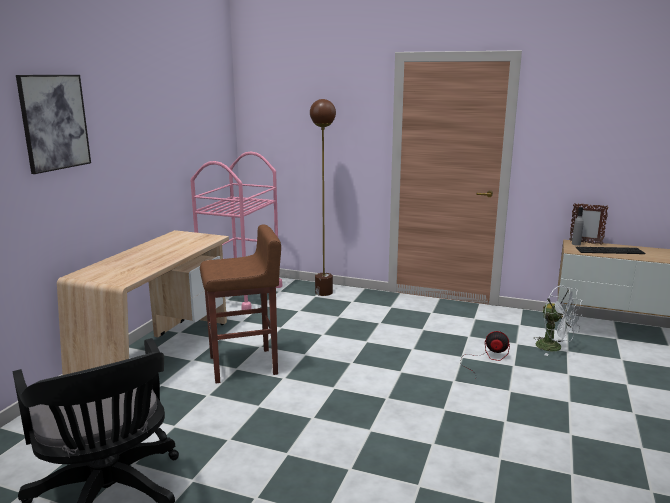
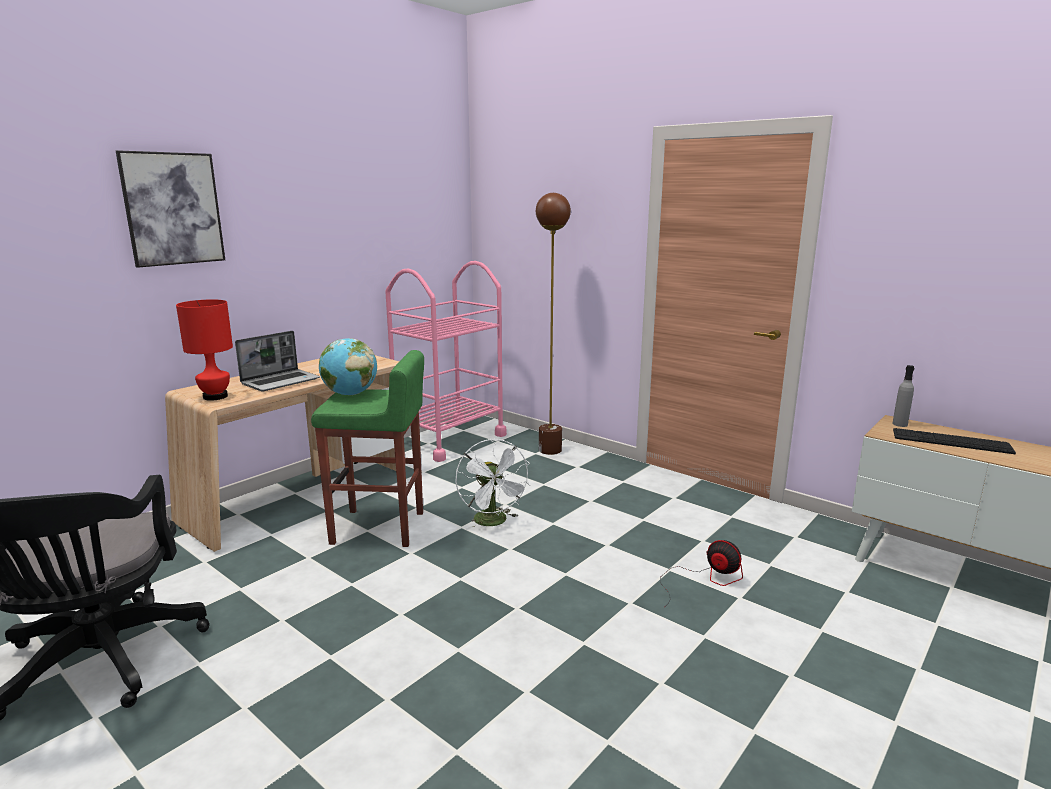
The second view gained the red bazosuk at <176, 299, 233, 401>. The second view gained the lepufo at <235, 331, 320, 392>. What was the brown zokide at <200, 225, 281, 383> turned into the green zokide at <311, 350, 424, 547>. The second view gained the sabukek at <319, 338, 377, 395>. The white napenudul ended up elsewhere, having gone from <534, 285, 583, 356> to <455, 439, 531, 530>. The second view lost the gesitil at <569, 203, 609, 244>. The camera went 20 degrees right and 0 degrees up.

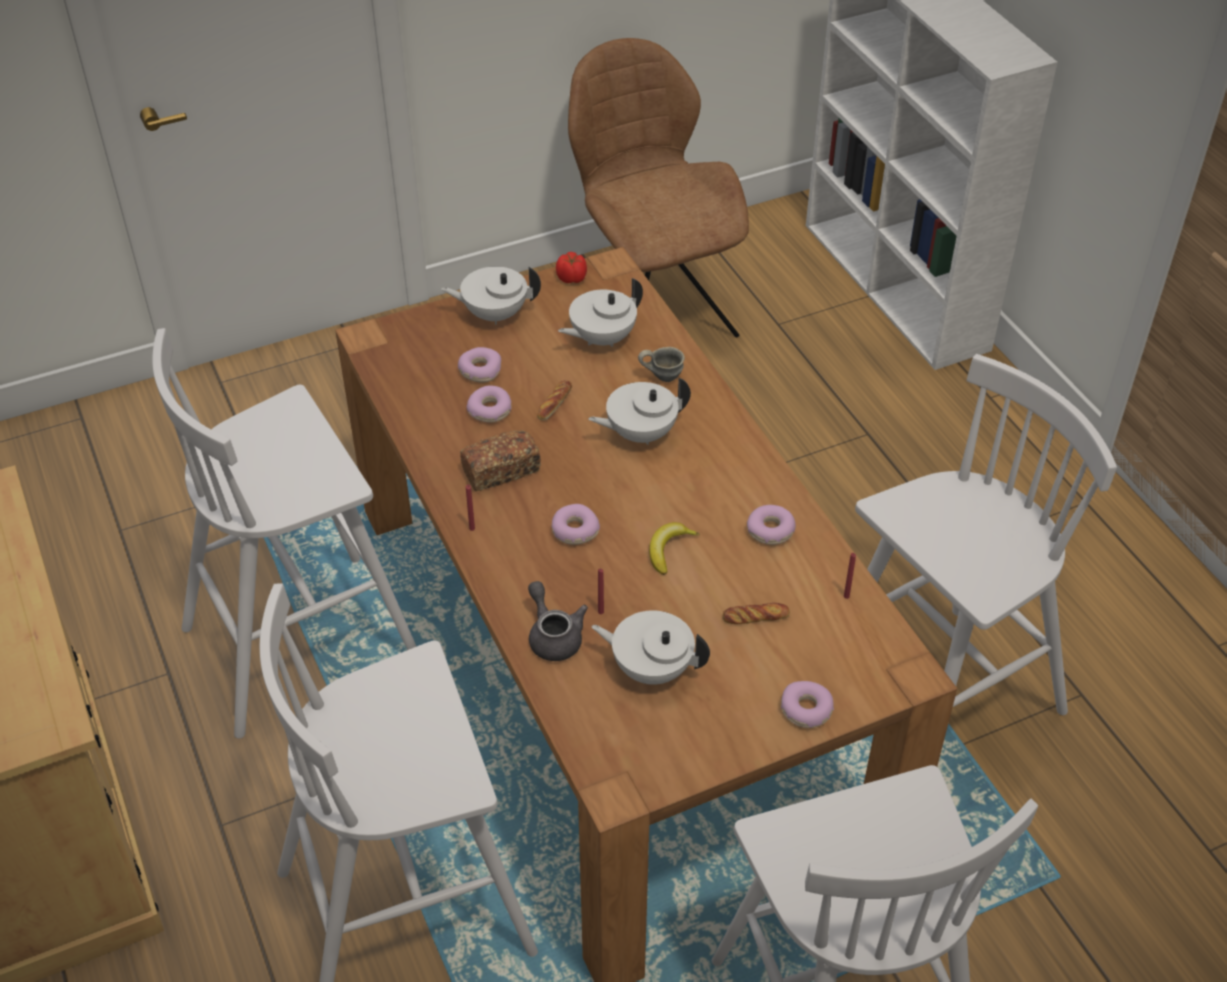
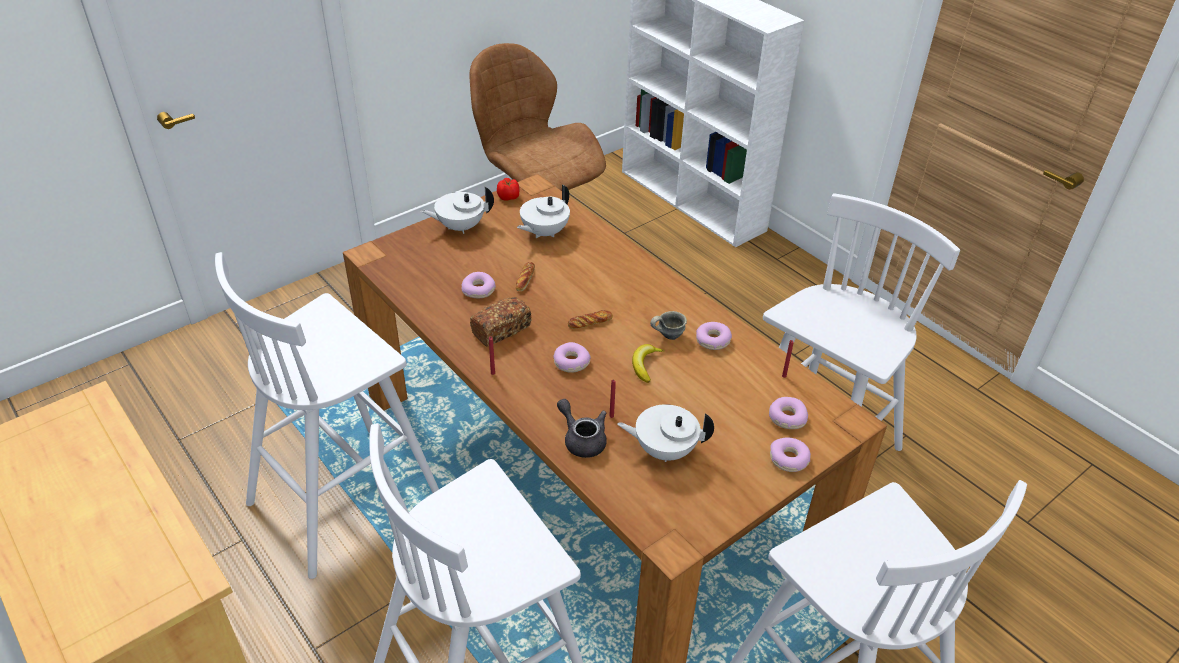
The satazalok ended up elsewhere, having gone from <723, 603, 790, 624> to <568, 310, 613, 329>. The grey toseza ended up elsewhere, having gone from <638, 347, 685, 382> to <650, 311, 687, 340>. The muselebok ended up elsewhere, having gone from <458, 347, 501, 383> to <769, 397, 808, 429>. The second view lost the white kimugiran at <588, 378, 691, 445>. The camera went 15 degrees left and 5 degrees down.

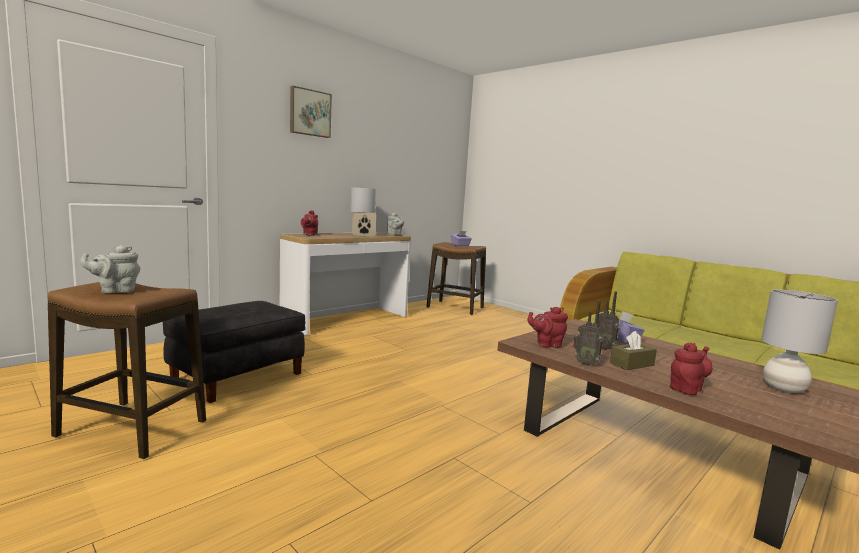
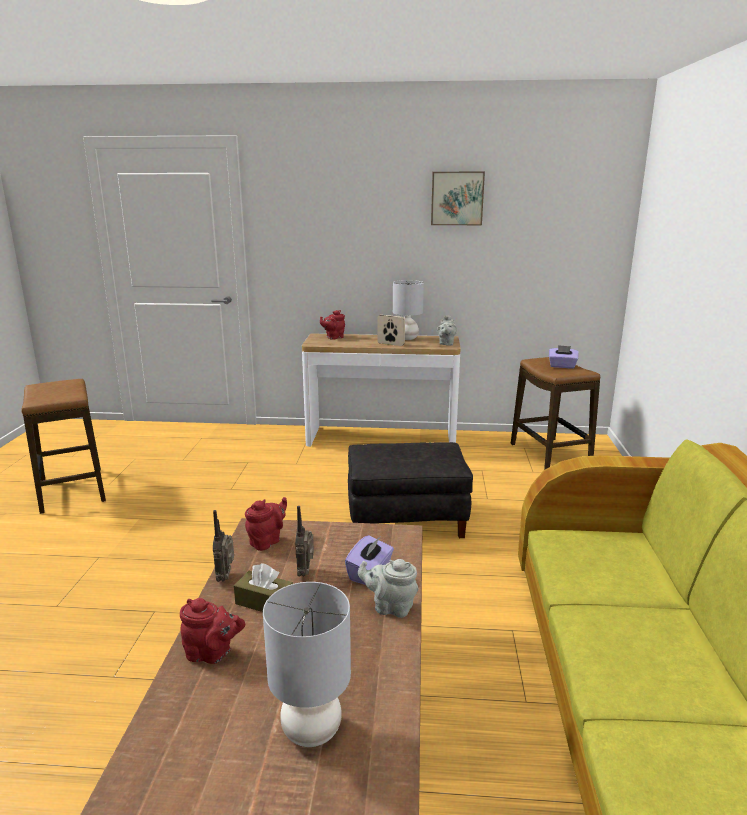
The red kimugiran at <528, 307, 568, 348> ended up facing another way, 90 degrees clockwise from before. The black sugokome ended up elsewhere, having gone from <163, 301, 305, 403> to <348, 442, 473, 538>. The grey kimugiran ended up elsewhere, having gone from <80, 245, 140, 293> to <358, 559, 419, 618>. The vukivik ended up elsewhere, having gone from <290, 86, 332, 138> to <431, 172, 485, 225>. The camera went 50 degrees right and 10 degrees up.

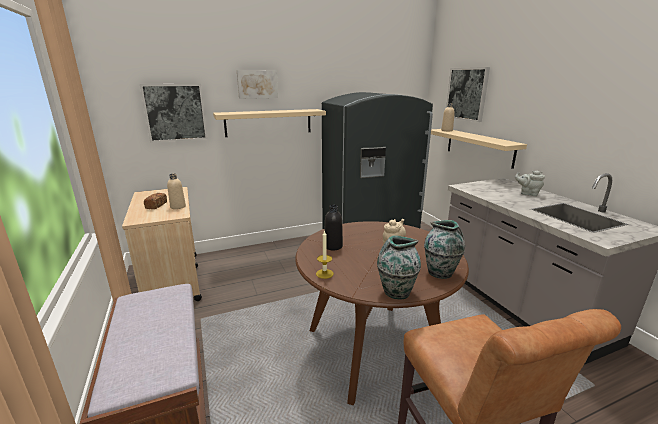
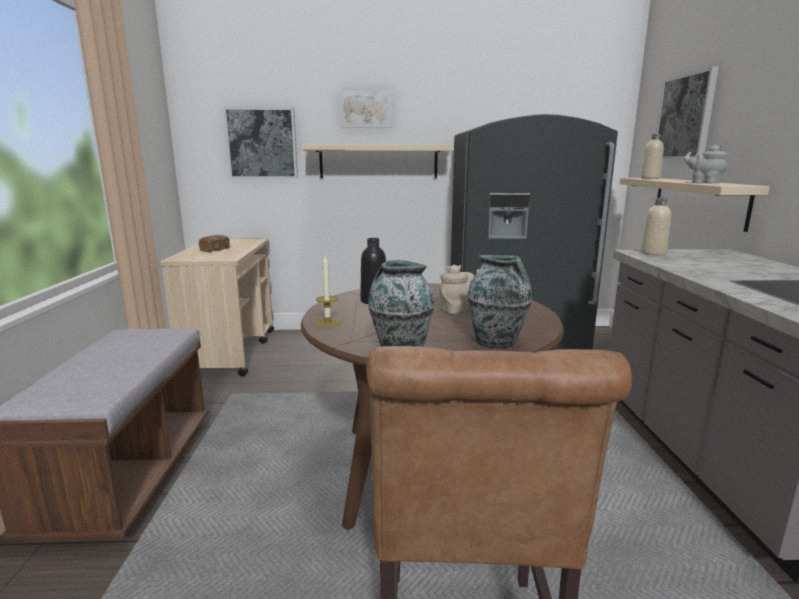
The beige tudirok ended up elsewhere, having gone from <167, 174, 186, 209> to <641, 198, 671, 255>. The grey kimugiran ended up elsewhere, having gone from <515, 171, 545, 196> to <684, 145, 727, 183>. The camera went 20 degrees right and 5 degrees down.

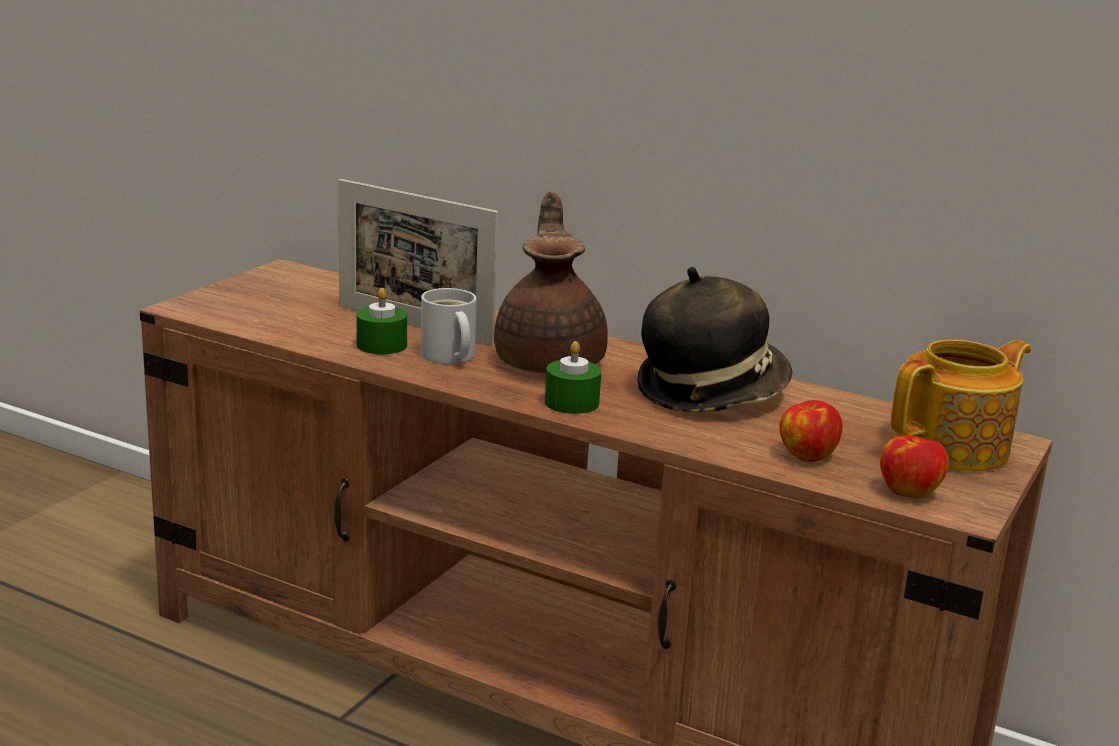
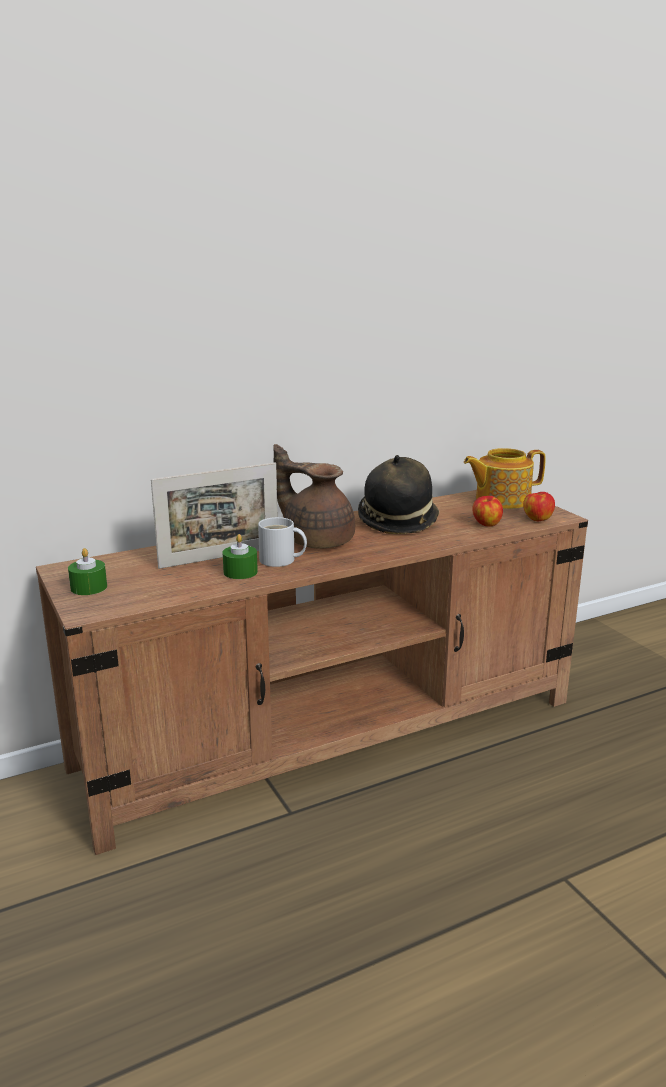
The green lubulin ended up elsewhere, having gone from <545, 341, 601, 414> to <68, 548, 107, 595>. The kimugiran at <891, 339, 1031, 472> ended up facing another way, 105 degrees counterclockwise from before. The camera went 55 degrees left and 0 degrees up.

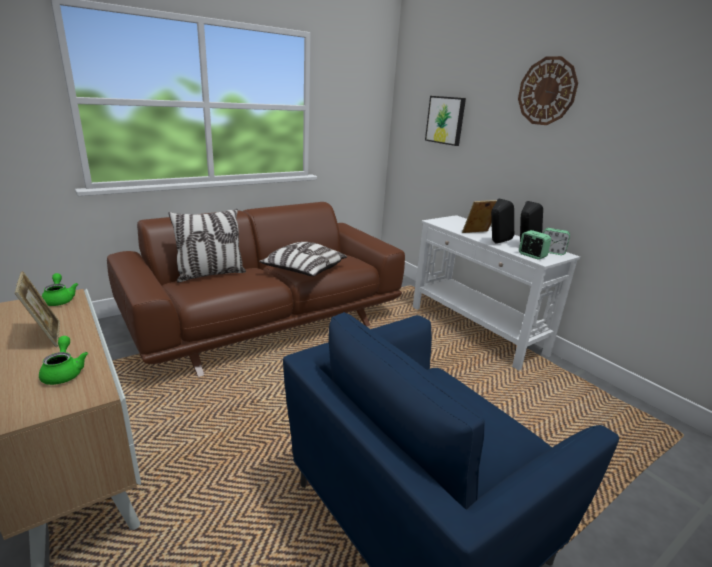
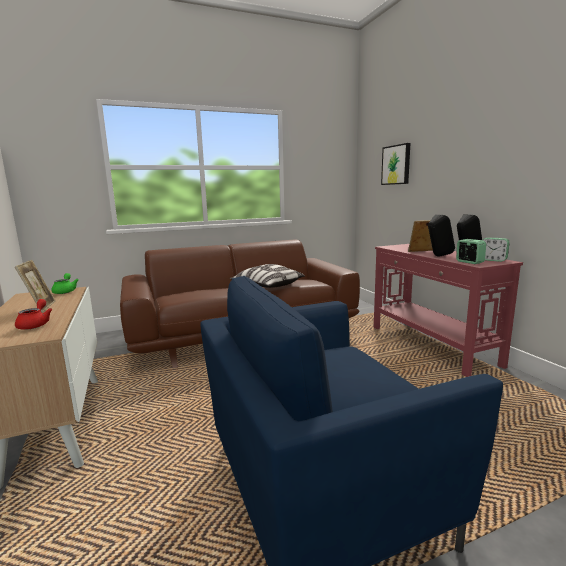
What was the green kimugiran at <39, 336, 88, 385> turned into the red kimugiran at <15, 299, 53, 329>. What was the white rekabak at <413, 215, 580, 370> turned into the red rekabak at <374, 244, 523, 377>. The second view lost the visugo at <168, 209, 246, 283>. The second view lost the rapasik at <518, 56, 578, 125>. The camera went 15 degrees right and 10 degrees down.

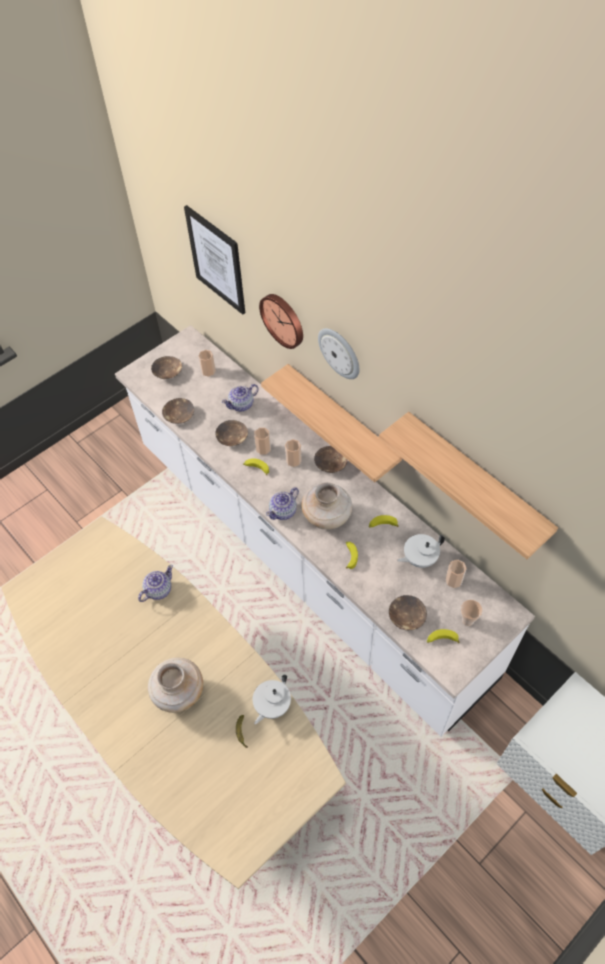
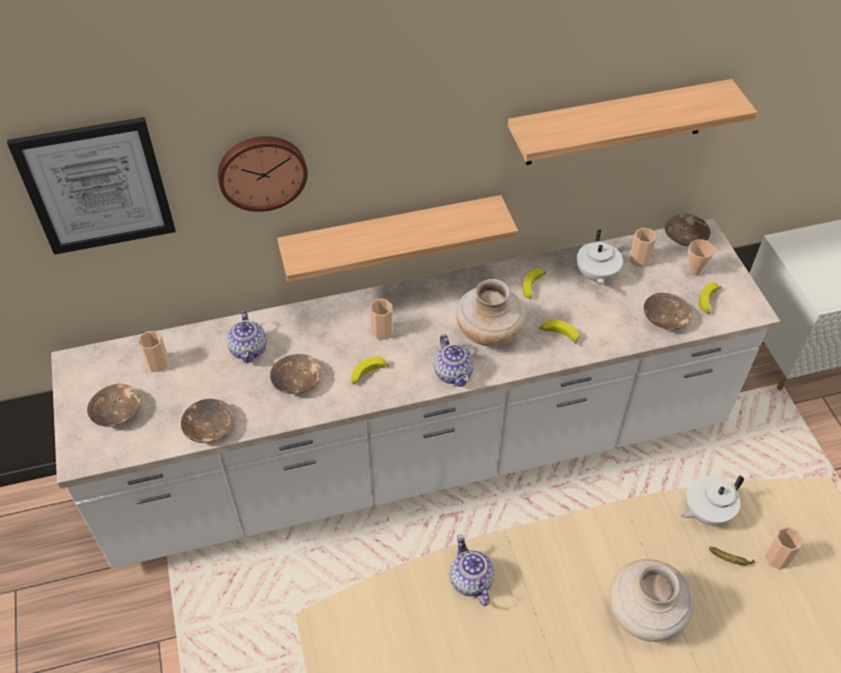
The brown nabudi ended up elsewhere, having gone from <314, 446, 348, 473> to <665, 214, 711, 246>. The white kimugiran at <253, 674, 291, 724> ended up facing another way, 90 degrees clockwise from before. The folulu ended up elsewhere, having gone from <254, 428, 271, 455> to <765, 527, 803, 570>. The second view lost the rapasik at <318, 328, 359, 379>. The camera went 65 degrees left and 5 degrees down.

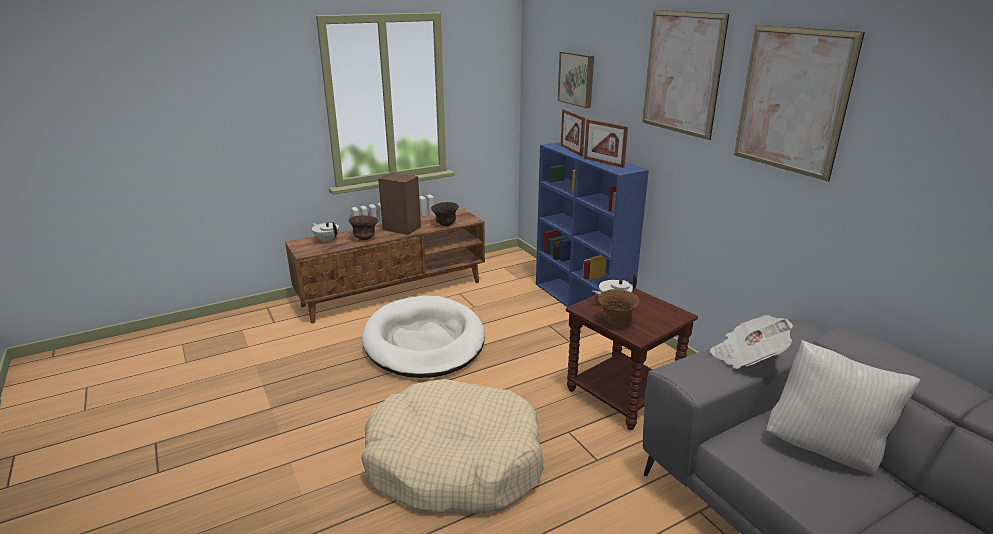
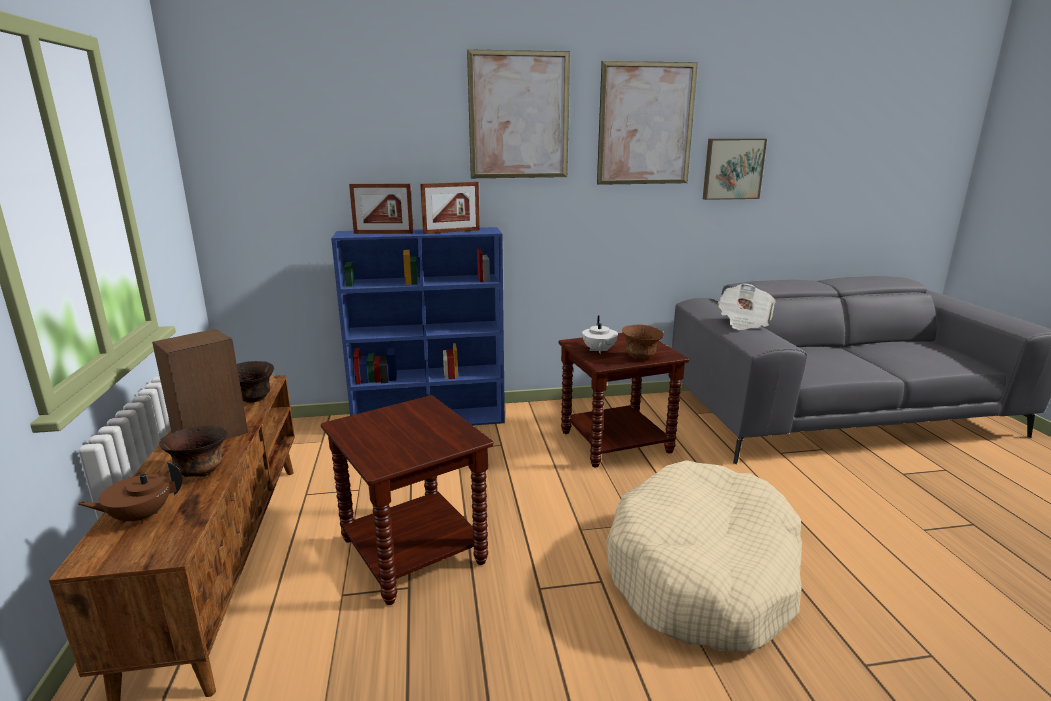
What was the white kimugiran at <312, 222, 339, 242> turned into the brown kimugiran at <78, 462, 182, 524>. Where the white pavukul stood at <362, 295, 485, 378>, the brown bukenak came to stand at <321, 395, 494, 605>. The vukivik ended up elsewhere, having gone from <558, 51, 594, 108> to <703, 139, 767, 200>. The second view lost the white visugo at <767, 340, 920, 474>. The camera went 70 degrees left and 5 degrees down.

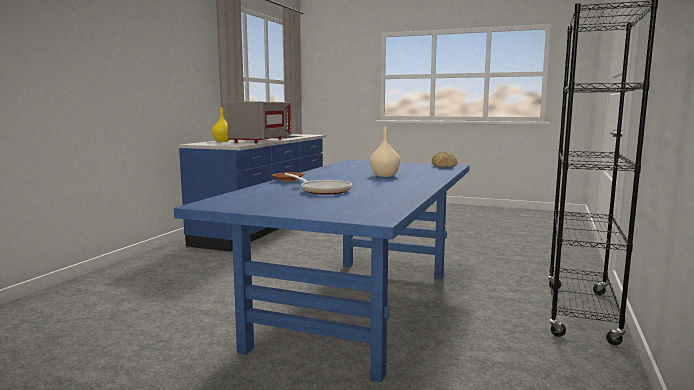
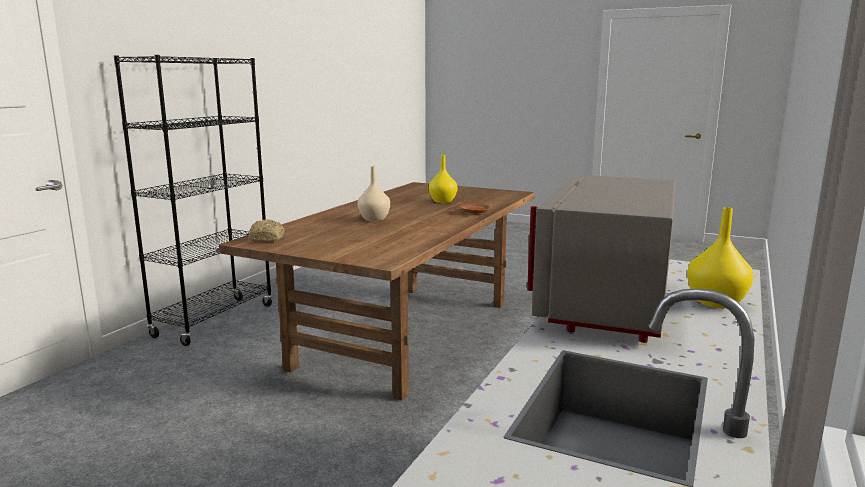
What was the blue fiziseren at <174, 160, 470, 382> turned into the brown fiziseren at <219, 182, 535, 401>. Where the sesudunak stood at <284, 173, 352, 195>, the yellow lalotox came to stand at <429, 155, 457, 203>. The camera went 175 degrees left and 5 degrees up.

